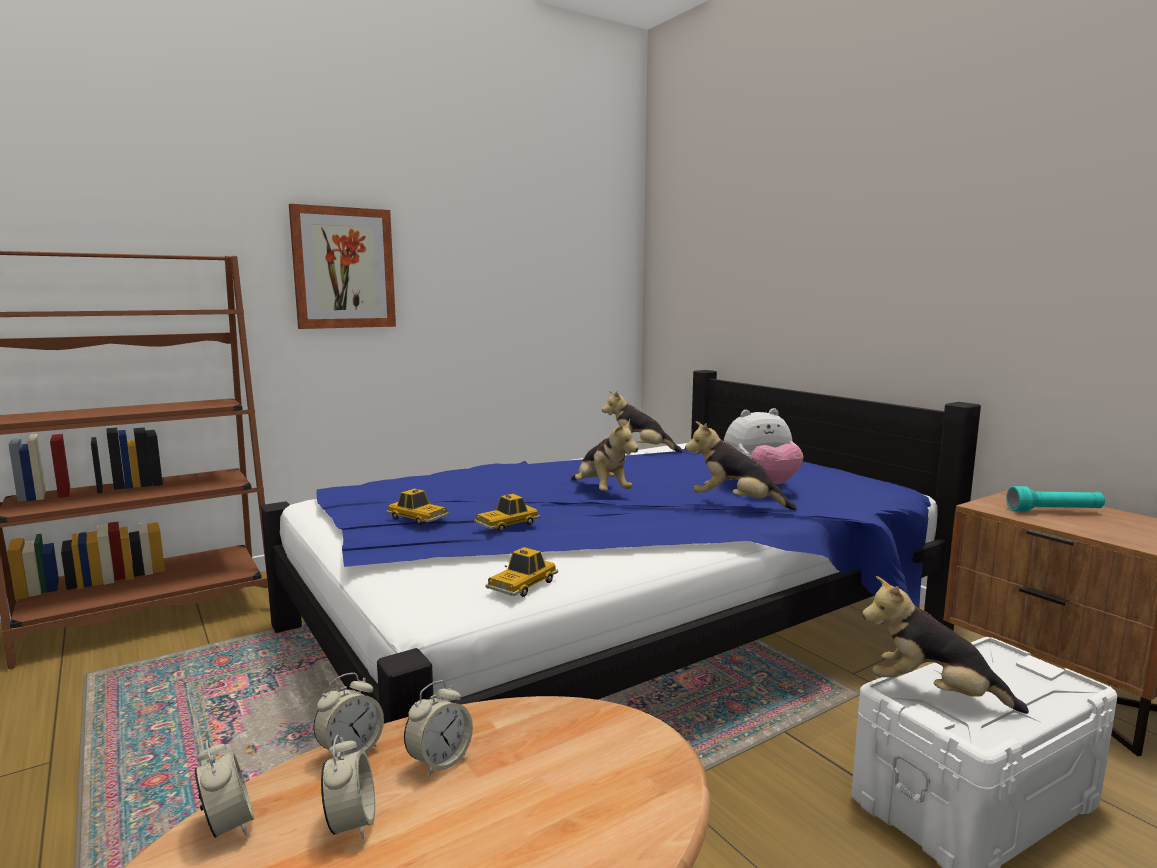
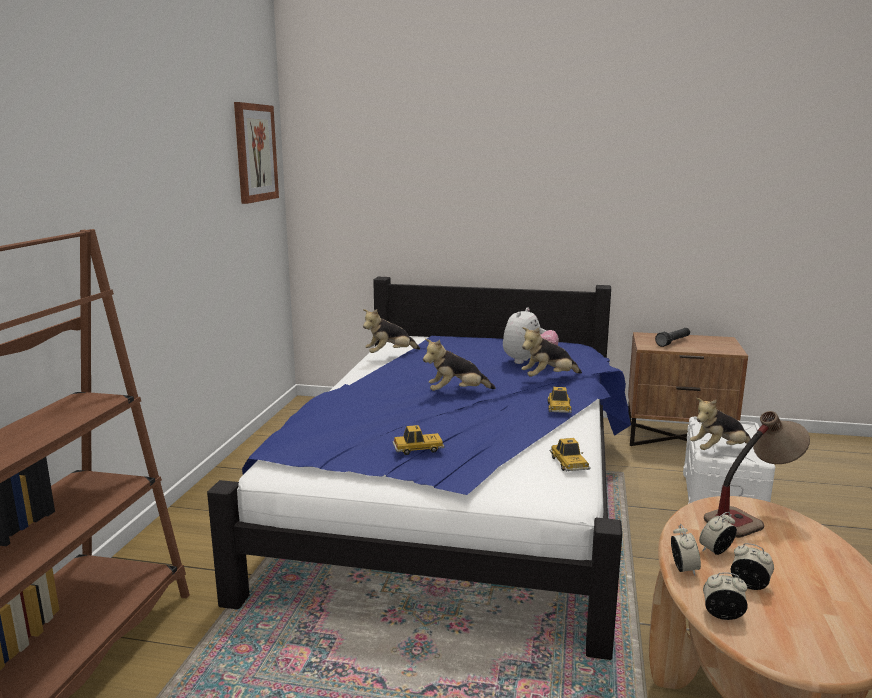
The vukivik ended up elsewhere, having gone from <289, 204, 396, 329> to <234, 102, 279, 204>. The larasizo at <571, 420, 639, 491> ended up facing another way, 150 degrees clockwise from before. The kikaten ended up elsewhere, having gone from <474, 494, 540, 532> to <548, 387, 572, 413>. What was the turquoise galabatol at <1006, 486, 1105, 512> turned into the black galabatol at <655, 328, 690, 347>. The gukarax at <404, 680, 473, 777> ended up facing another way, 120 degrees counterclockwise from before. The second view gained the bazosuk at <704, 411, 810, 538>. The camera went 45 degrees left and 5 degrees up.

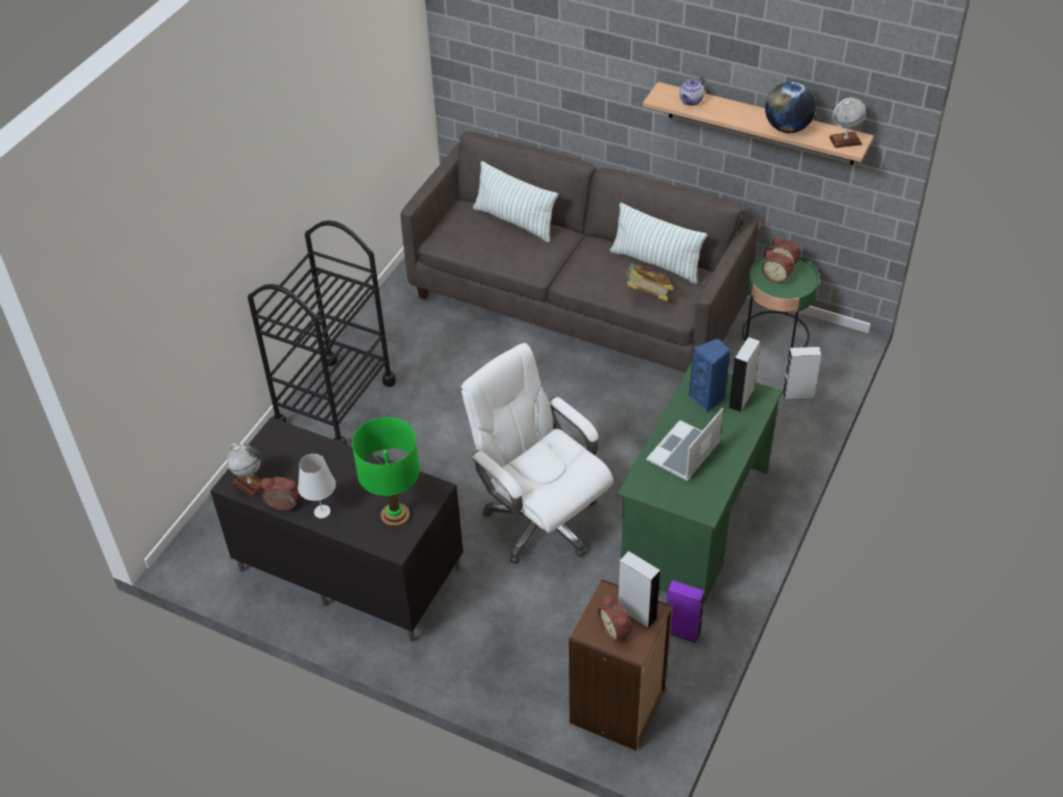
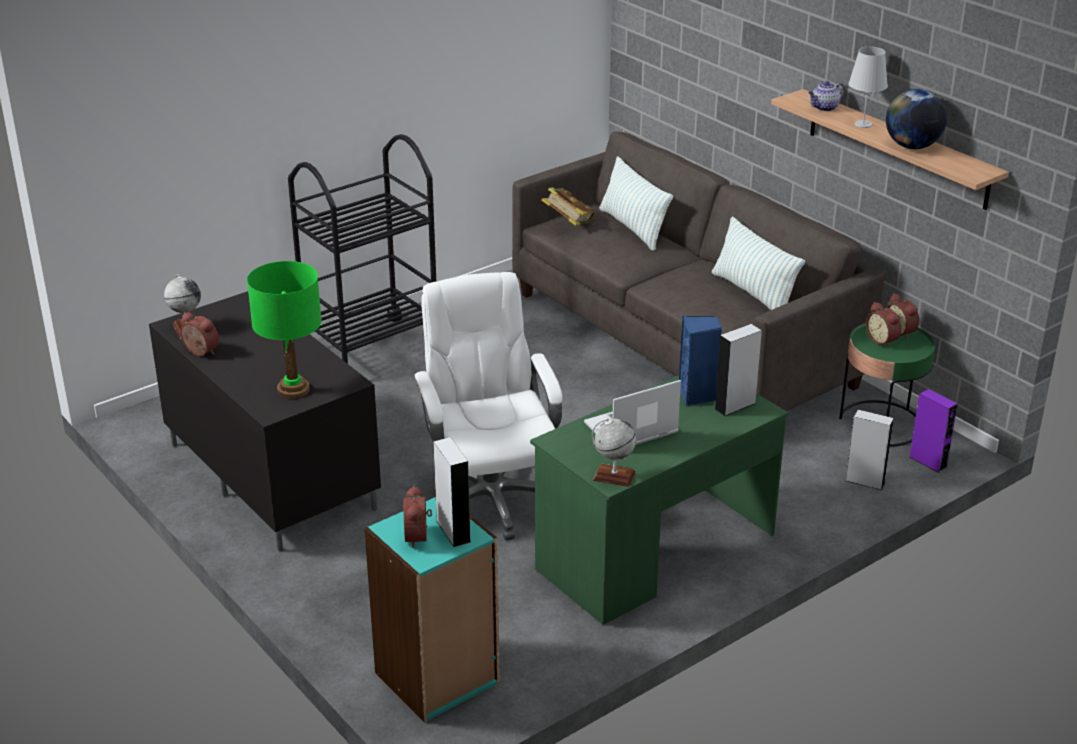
What was the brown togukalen at <569, 579, 673, 751> turned into the turquoise togukalen at <364, 497, 500, 723>. The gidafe ended up elsewhere, having gone from <624, 263, 673, 301> to <541, 187, 595, 226>. The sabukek ended up elsewhere, having gone from <829, 97, 866, 148> to <592, 418, 636, 487>. The white bazosuk ended up elsewhere, having gone from <298, 454, 336, 519> to <848, 47, 888, 128>. The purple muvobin ended up elsewhere, having gone from <666, 580, 705, 643> to <910, 389, 958, 473>. The camera went 25 degrees right and 15 degrees down.

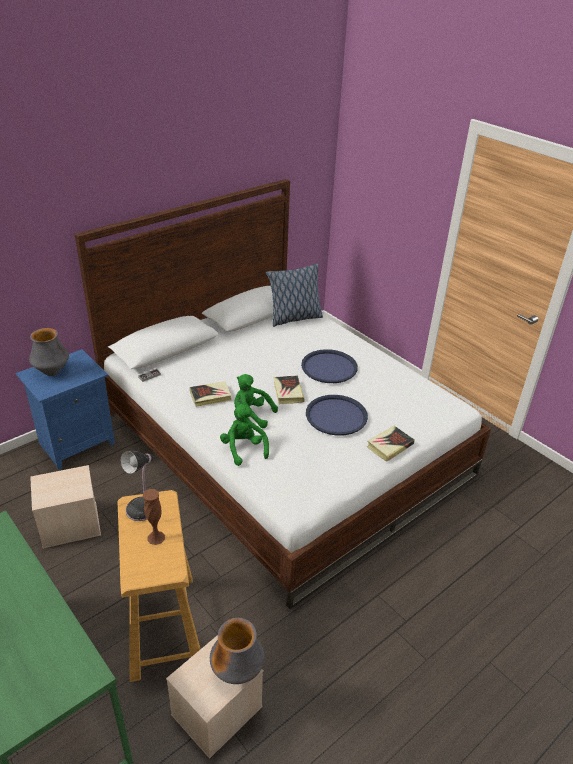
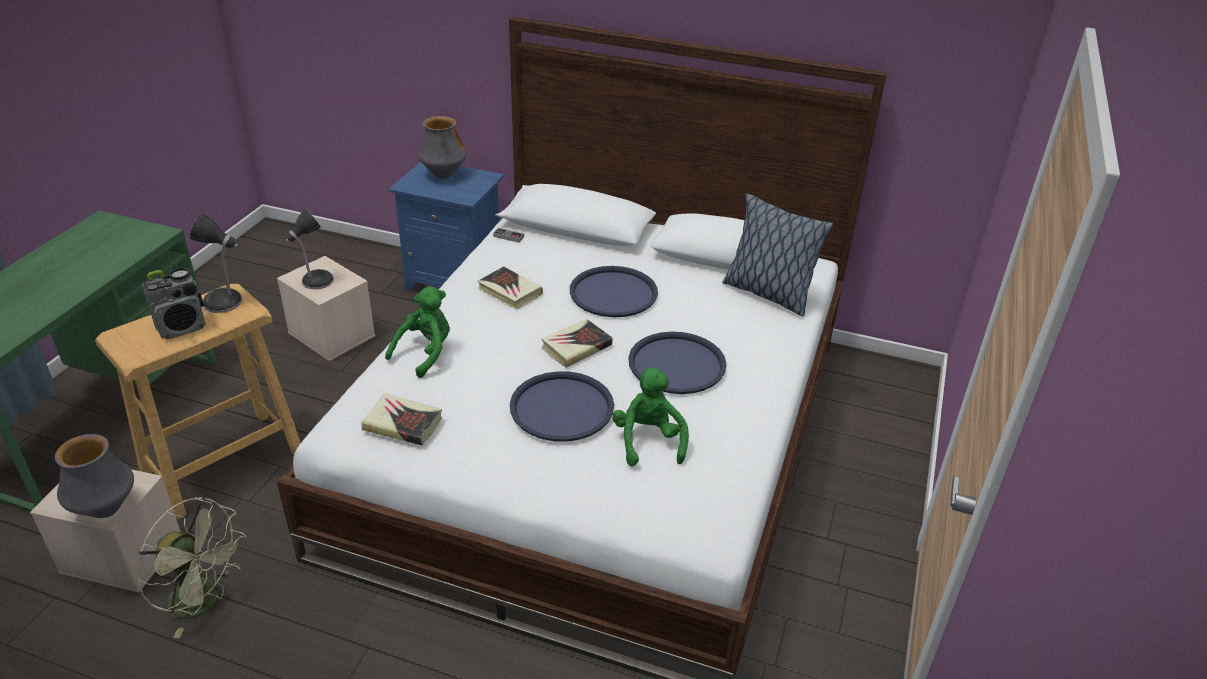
The second view gained the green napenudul at <137, 497, 246, 638>. Where the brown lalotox stood at <143, 489, 165, 545>, the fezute came to stand at <142, 267, 206, 339>. The second view gained the bazosuk at <286, 209, 334, 289>. The gidafe ended up elsewhere, having gone from <367, 426, 415, 462> to <361, 393, 442, 446>. The second view gained the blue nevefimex at <570, 266, 658, 317>. The green larasizo ended up elsewhere, having gone from <234, 374, 278, 428> to <612, 367, 689, 466>. The camera went 60 degrees right and 0 degrees up.

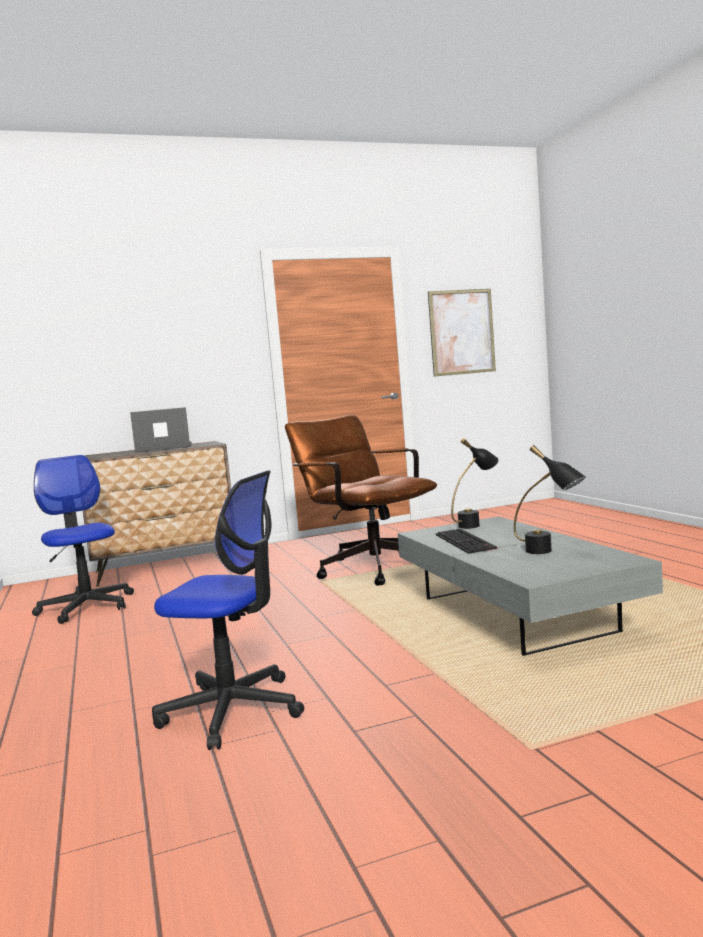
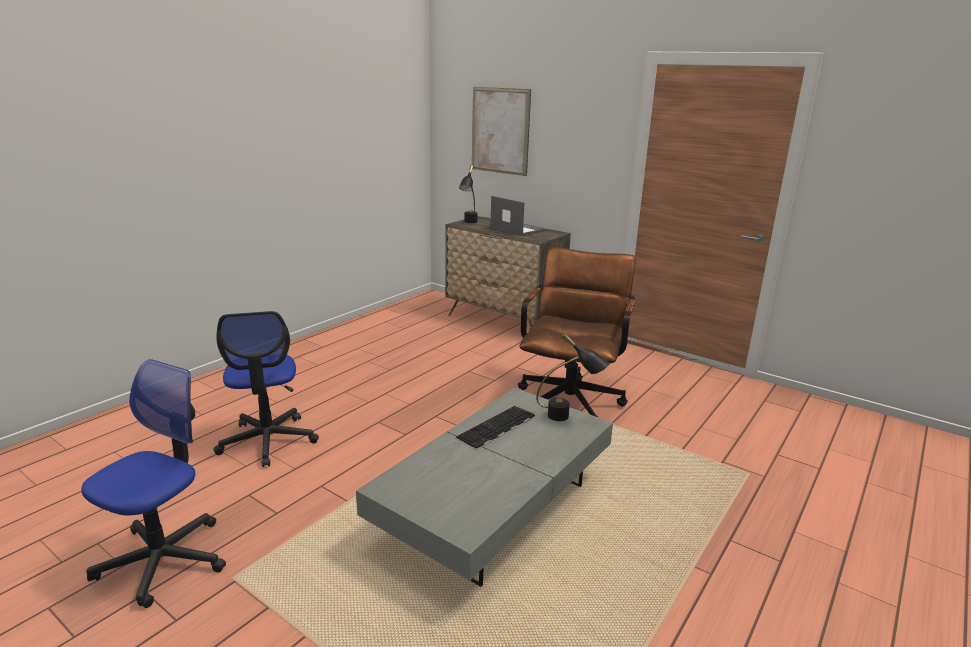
The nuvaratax ended up elsewhere, having gone from <32, 455, 134, 624> to <81, 359, 226, 608>. The black bazosuk ended up elsewhere, having gone from <514, 445, 586, 554> to <459, 165, 478, 223>. The vukivik ended up elsewhere, having gone from <428, 289, 496, 377> to <472, 87, 531, 176>. The camera went 55 degrees right and 15 degrees up.

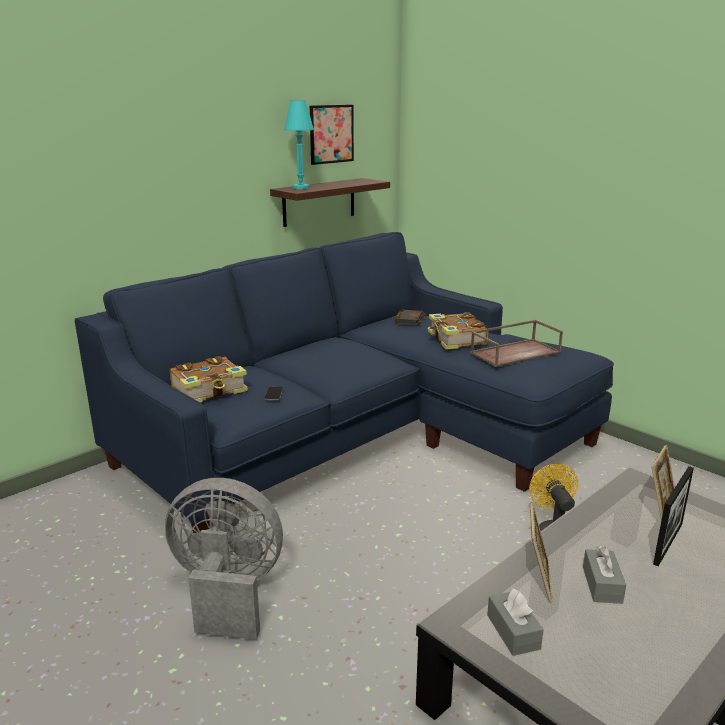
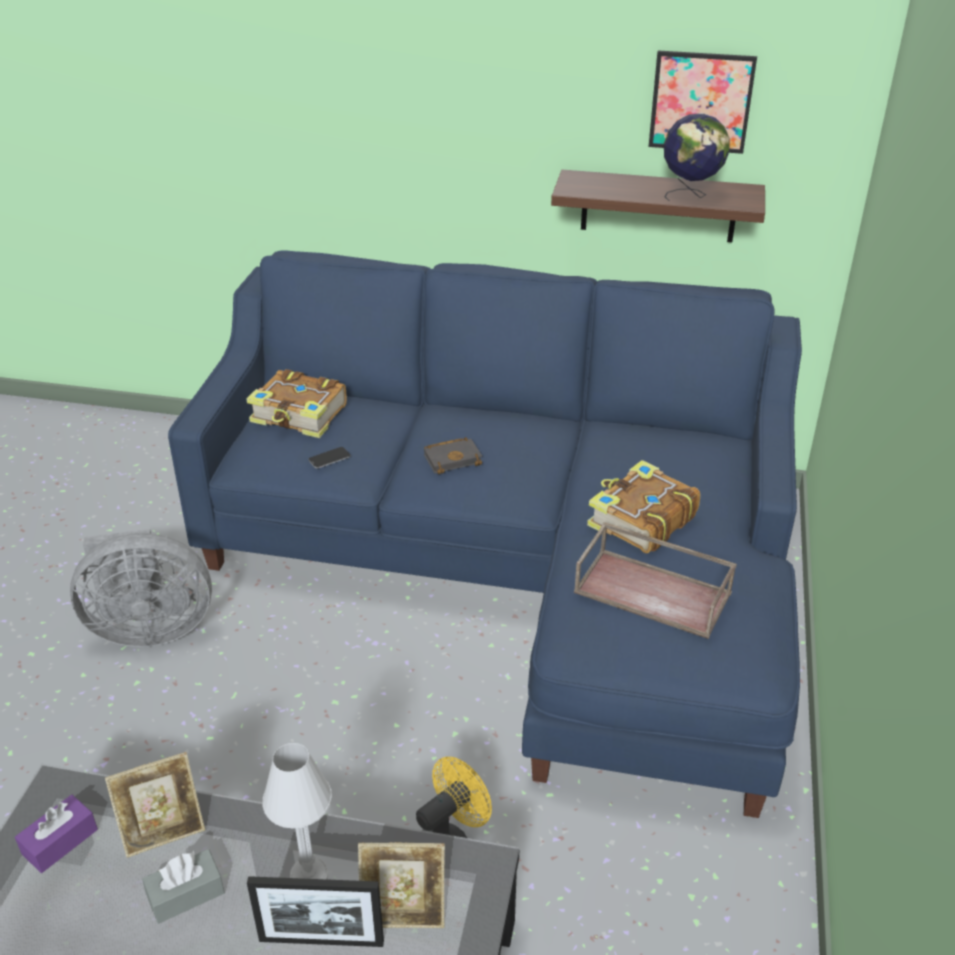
What was the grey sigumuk at <487, 588, 544, 656> turned into the purple sigumuk at <15, 795, 98, 873>. The grey napenudul at <165, 478, 283, 640> ended up facing another way, 105 degrees clockwise from before. The second view gained the white bazosuk at <263, 743, 332, 880>. The black gidafe ended up elsewhere, having gone from <394, 309, 426, 325> to <424, 437, 482, 474>. The second view gained the sabukek at <664, 113, 730, 201>. The second view lost the turquoise bazosuk at <284, 100, 314, 189>. The camera went 55 degrees right and 15 degrees up.

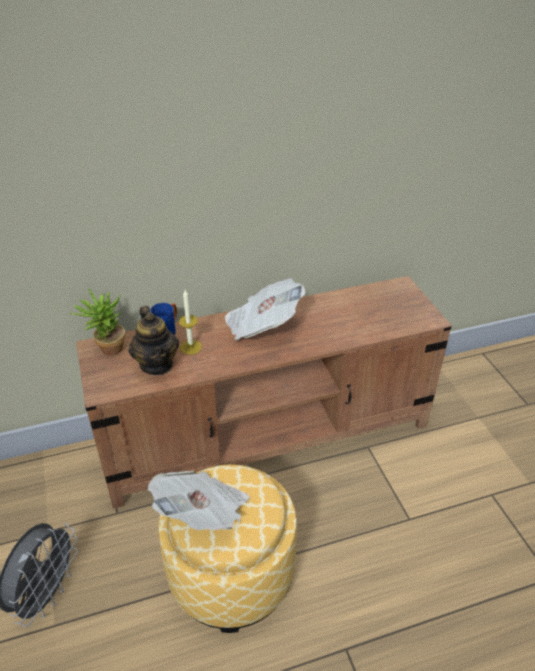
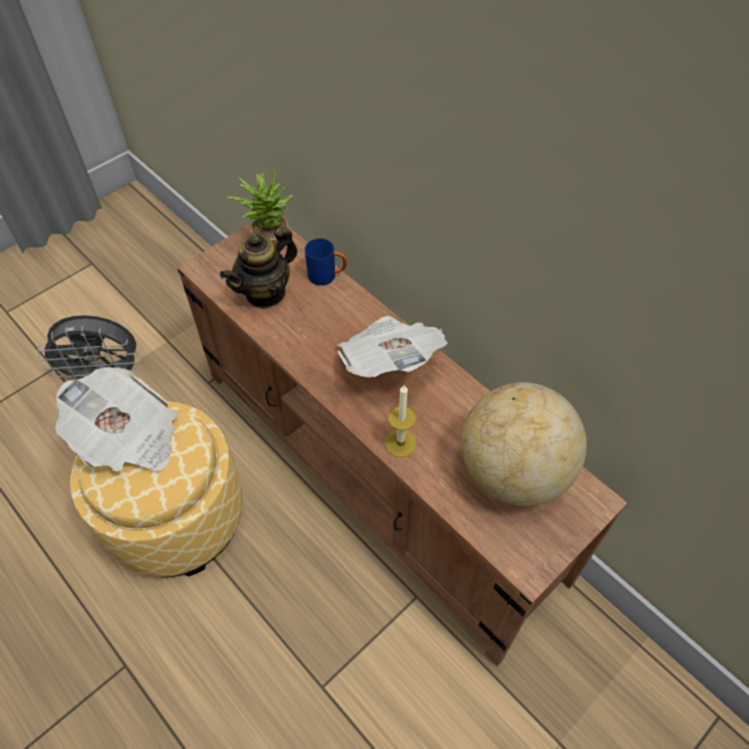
The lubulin ended up elsewhere, having gone from <179, 290, 202, 355> to <385, 385, 417, 457>. The second view gained the sabukek at <461, 382, 587, 506>. The camera went 65 degrees right and 15 degrees up.

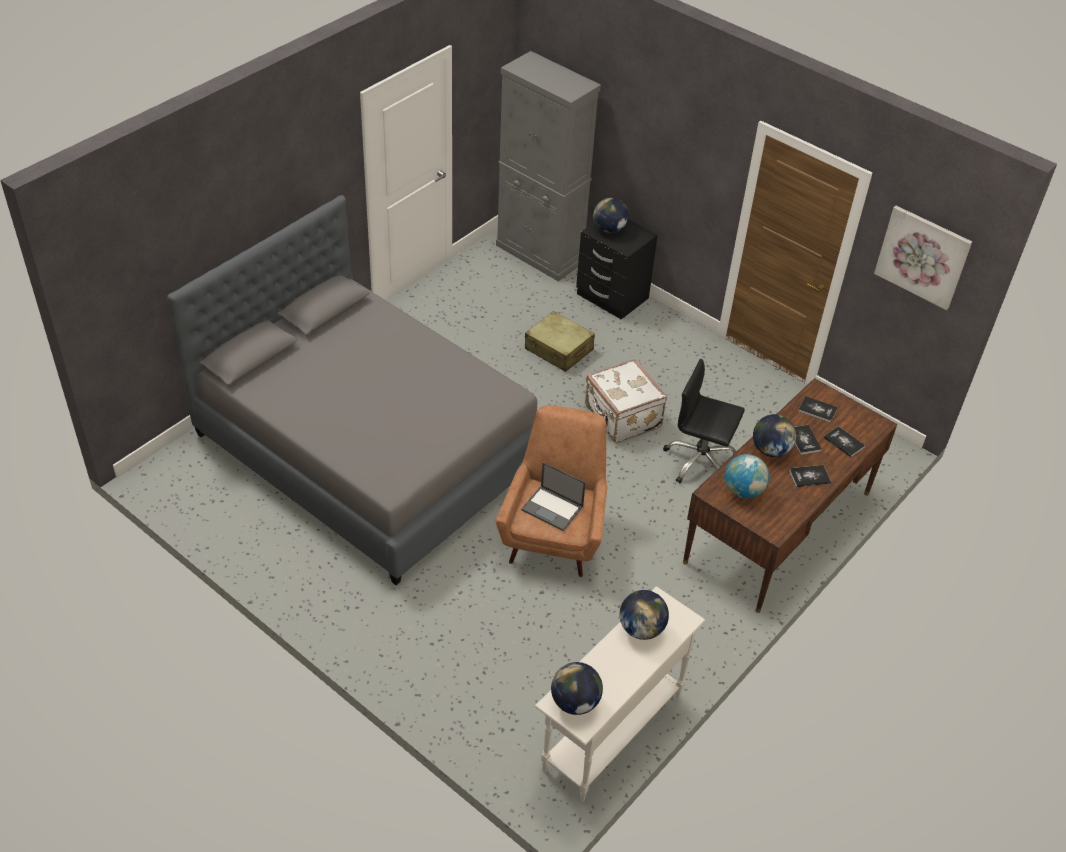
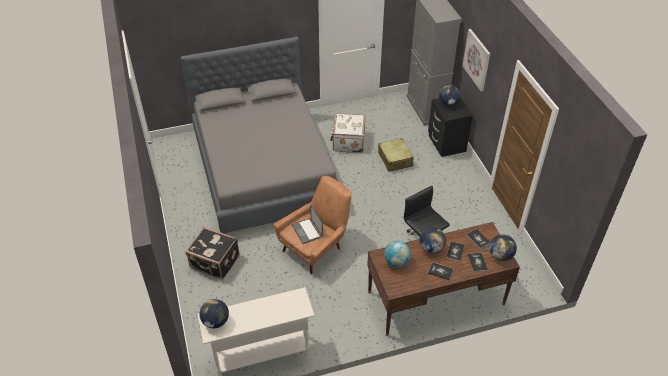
The second view gained the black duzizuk at <185, 227, 240, 280>. The white duzizuk ended up elsewhere, having gone from <585, 359, 667, 443> to <330, 113, 366, 153>. The vukivik ended up elsewhere, having gone from <874, 206, 972, 310> to <463, 29, 490, 91>. The sabukek ended up elsewhere, having gone from <619, 590, 669, 640> to <489, 235, 517, 261>. The camera went 35 degrees right and 0 degrees up.

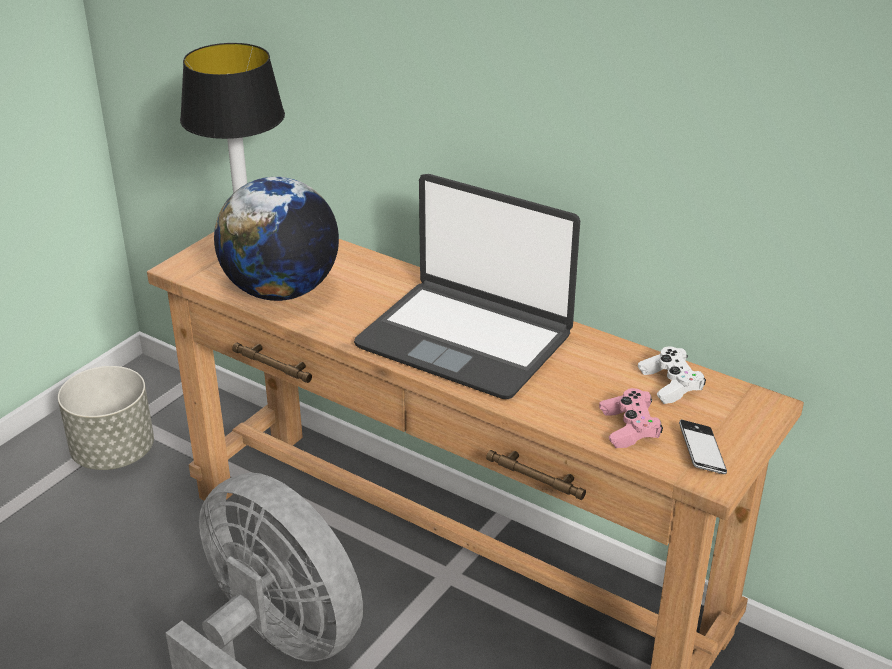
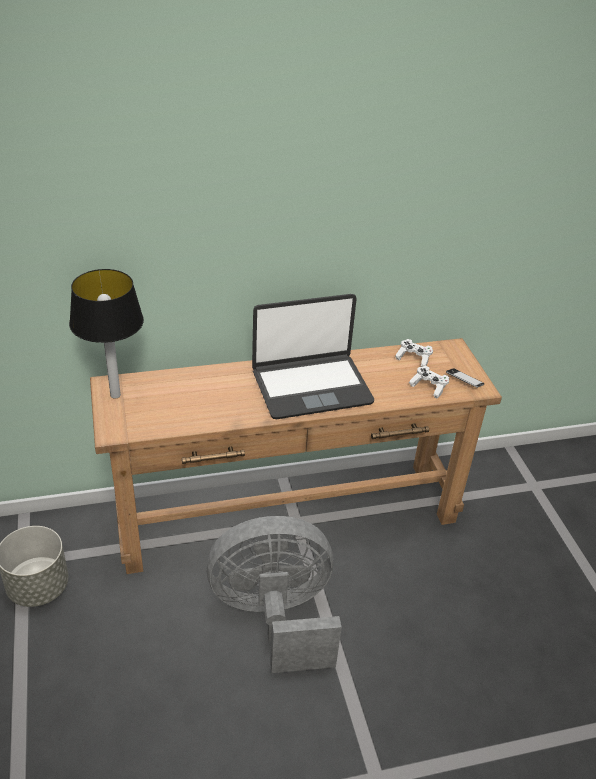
What was the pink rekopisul at <599, 388, 663, 448> turned into the white rekopisul at <409, 366, 449, 398>. The second view lost the sabukek at <214, 177, 339, 301>. The camera went 50 degrees left and 5 degrees up.

